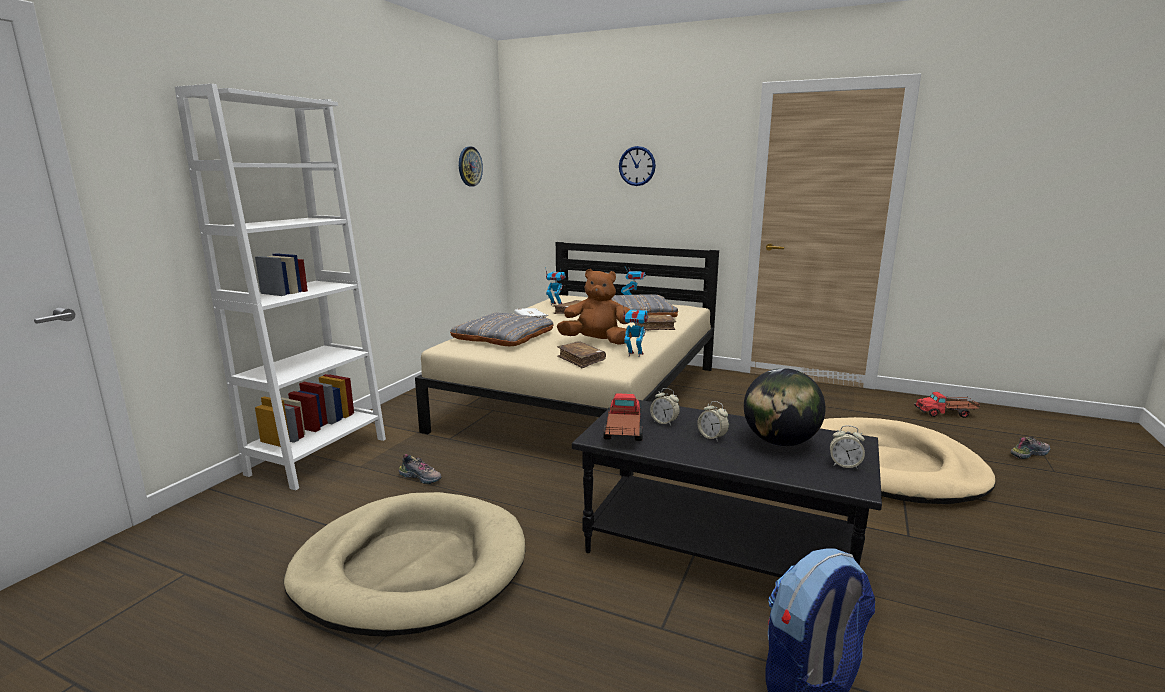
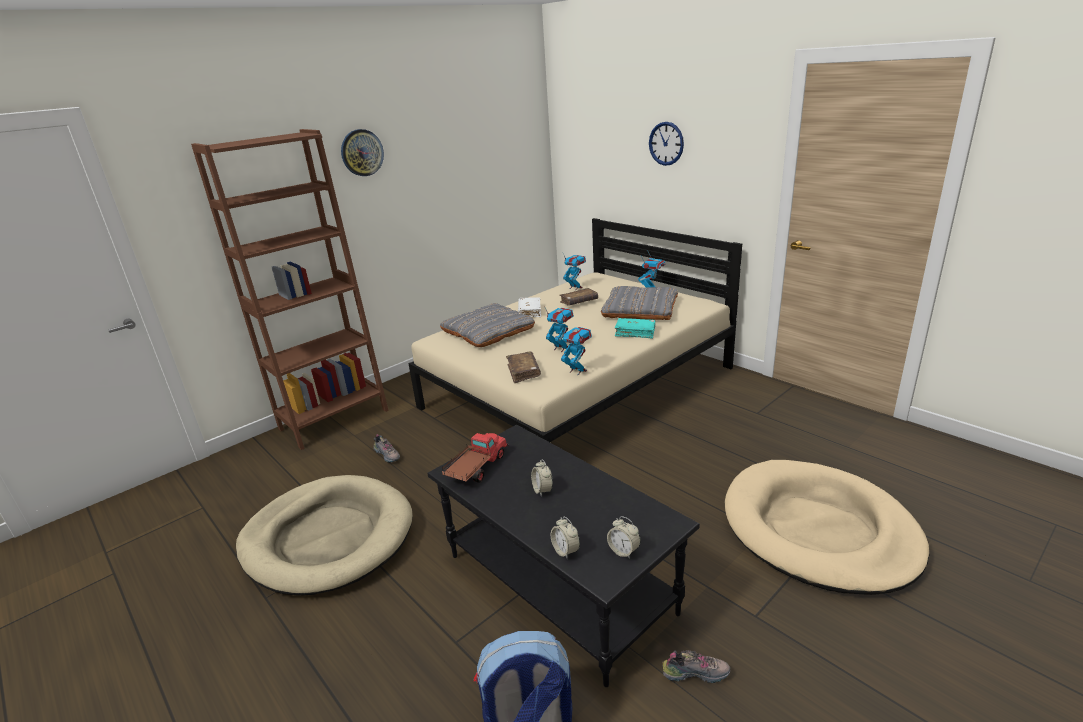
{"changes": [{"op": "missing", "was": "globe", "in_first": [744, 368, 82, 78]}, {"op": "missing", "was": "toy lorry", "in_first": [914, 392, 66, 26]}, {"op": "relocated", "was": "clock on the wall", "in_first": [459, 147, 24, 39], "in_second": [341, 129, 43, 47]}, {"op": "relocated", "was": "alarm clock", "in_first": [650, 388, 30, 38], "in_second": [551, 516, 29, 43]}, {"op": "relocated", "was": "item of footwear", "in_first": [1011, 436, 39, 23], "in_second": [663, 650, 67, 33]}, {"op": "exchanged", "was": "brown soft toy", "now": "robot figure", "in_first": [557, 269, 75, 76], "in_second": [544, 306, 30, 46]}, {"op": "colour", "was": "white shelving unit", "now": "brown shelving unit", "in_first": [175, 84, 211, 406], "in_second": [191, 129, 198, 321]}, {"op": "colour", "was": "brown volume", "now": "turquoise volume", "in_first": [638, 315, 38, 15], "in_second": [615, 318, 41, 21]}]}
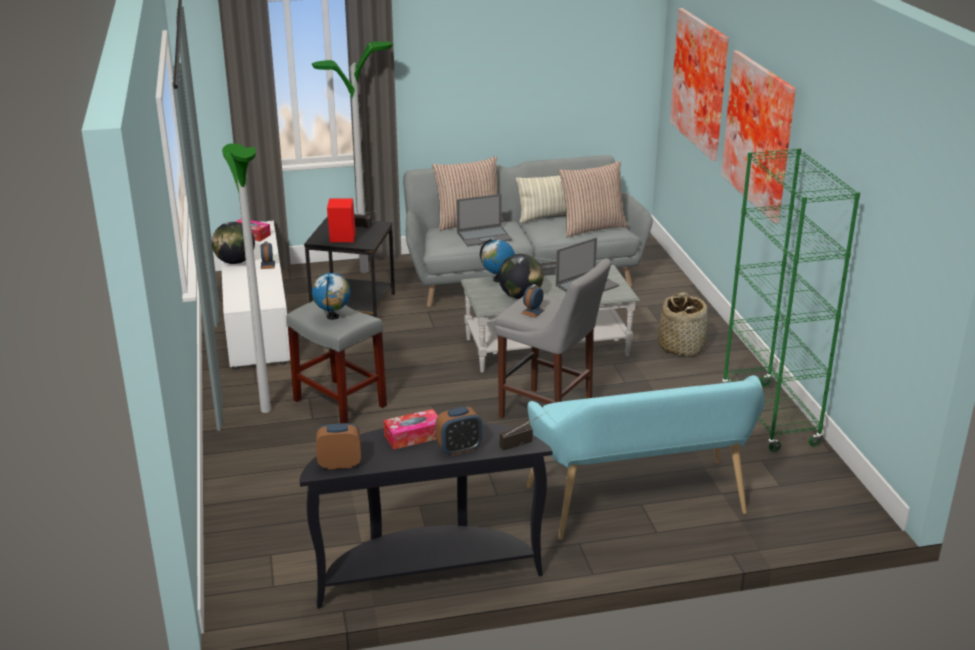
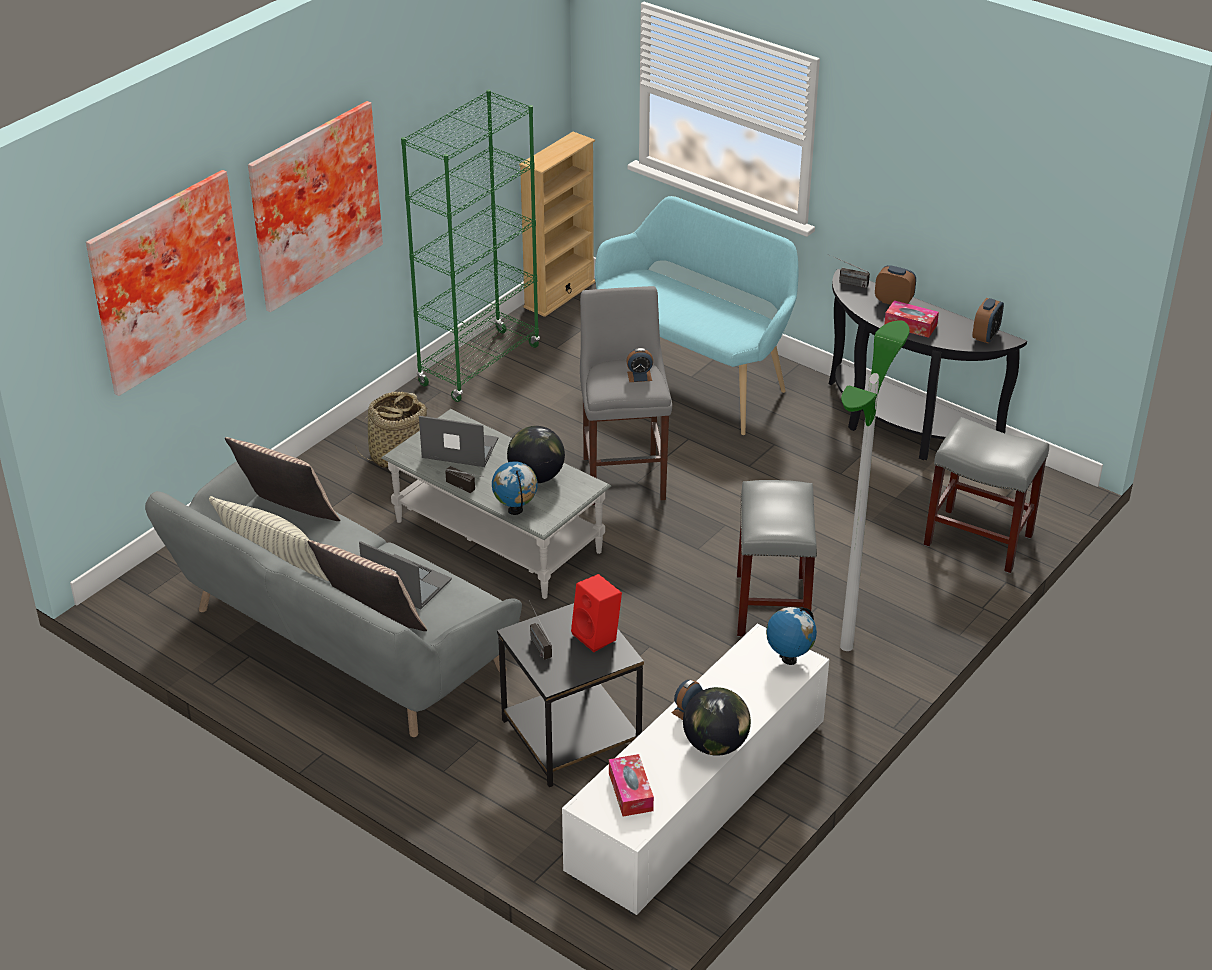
{"changes": [{"op": "missing", "was": "standard lamp", "in_first": [312, 41, 81, 232]}, {"op": "appeared", "now": "beige-coloured shelving unit", "in_second": [519, 132, 76, 185]}, {"op": "appeared", "now": "greyish stool", "in_second": [924, 417, 125, 157]}, {"op": "relocated", "was": "globe", "in_first": [312, 273, 38, 47], "in_second": [766, 607, 51, 58]}, {"op": "spun", "was": "alarm clock", "in_first": [316, 423, 45, 46], "in_second": [972, 298, 32, 45], "clockwise": -105}]}
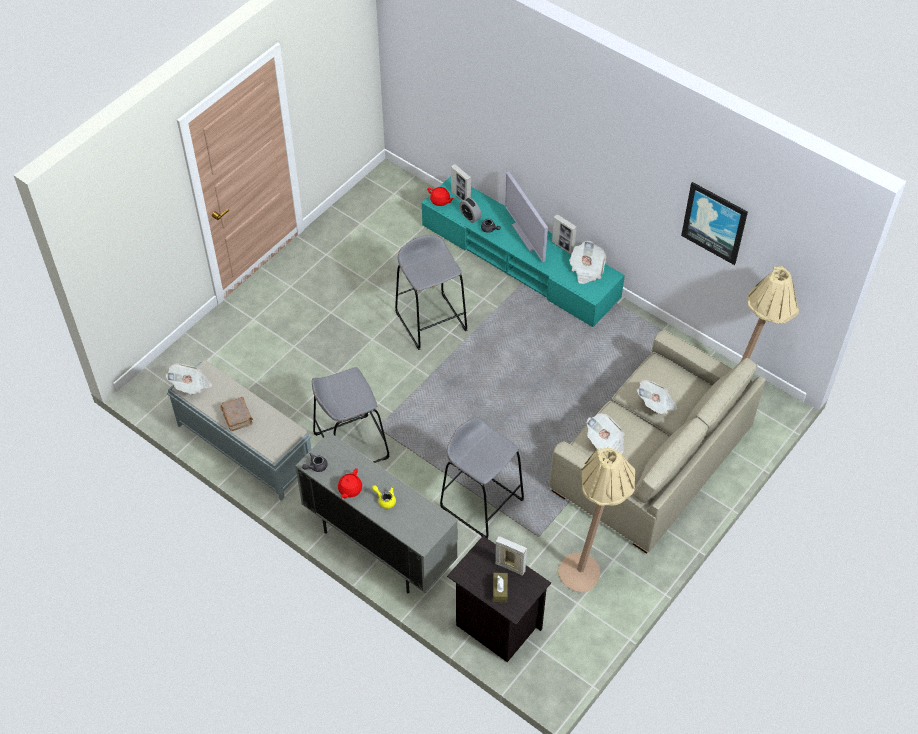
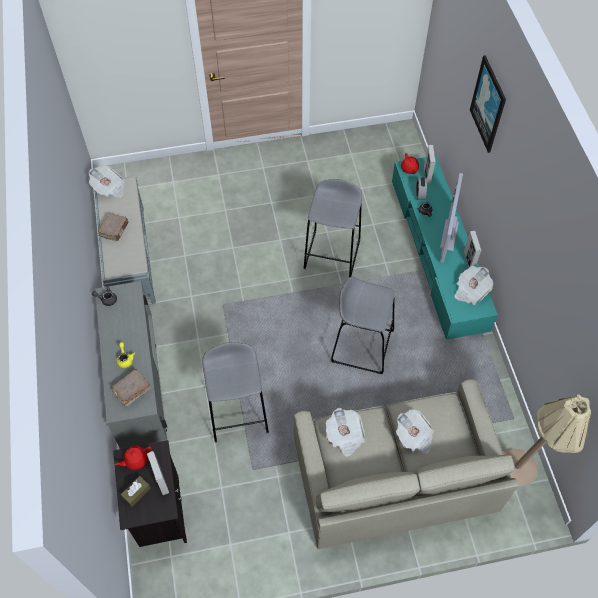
{"changes": [{"op": "missing", "was": "beige-coloured standard lamp", "in_first": [558, 448, 77, 145]}, {"op": "appeared", "now": "brown volume", "in_second": [111, 369, 40, 38]}, {"op": "relocated", "was": "greyish stool", "in_first": [312, 367, 78, 96], "in_second": [331, 276, 64, 98]}, {"op": "relocated", "was": "red-coloured teapot", "in_first": [338, 468, 24, 31], "in_second": [115, 446, 37, 24]}, {"op": "relocated", "was": "wall picture", "in_first": [681, 182, 67, 83], "in_second": [470, 55, 36, 98]}]}
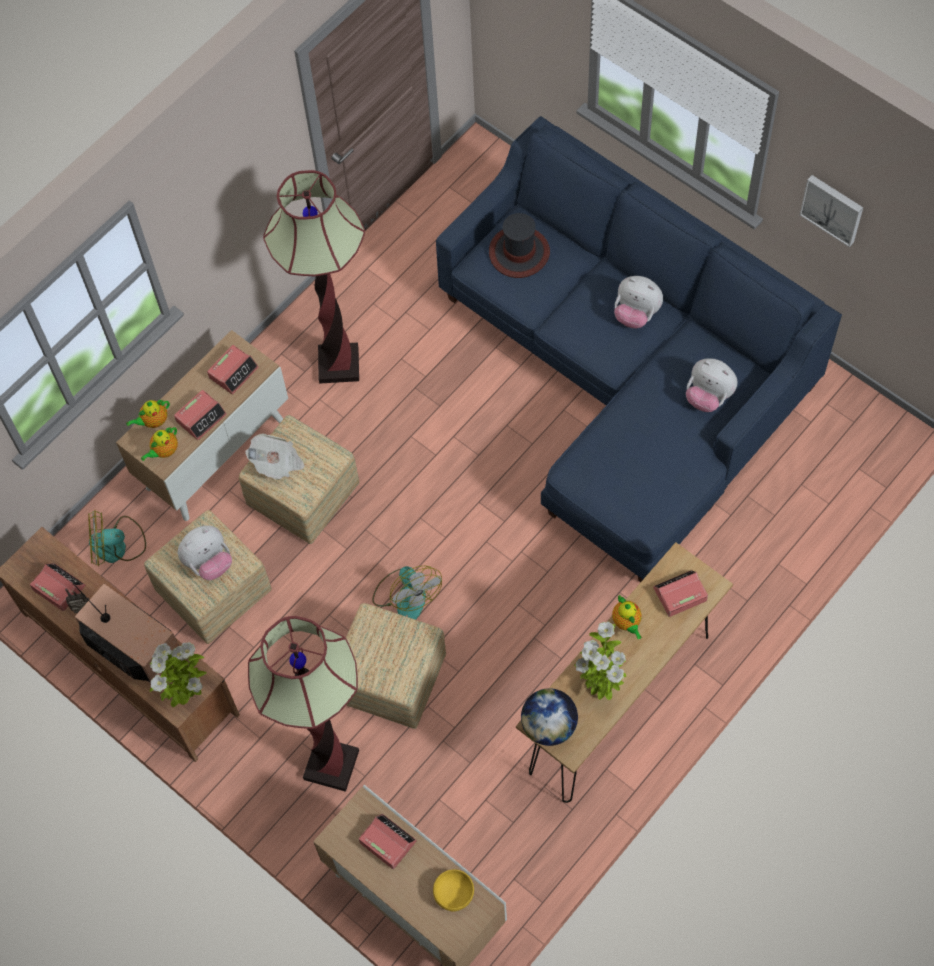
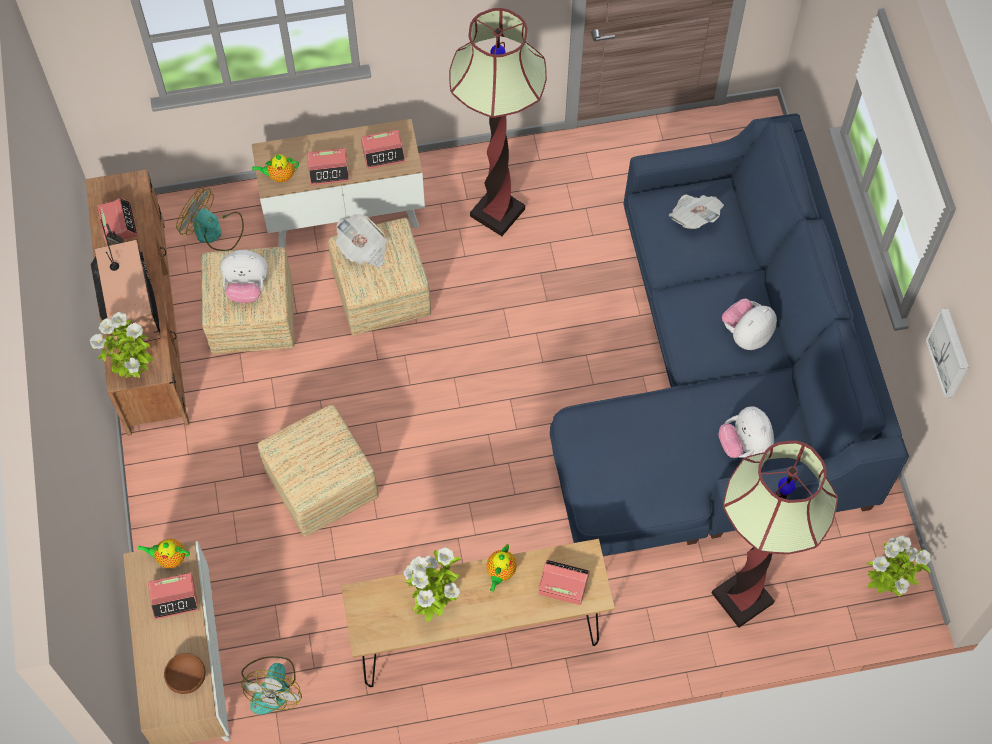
{"changes": [{"op": "missing", "was": "globe", "in_first": [521, 688, 57, 58]}, {"op": "appeared", "now": "houseplant", "in_second": [867, 536, 65, 60]}, {"op": "relocated", "was": "teapot", "in_first": [126, 399, 44, 29], "in_second": [137, 539, 53, 29]}, {"op": "relocated", "was": "standard lamp", "in_first": [248, 616, 111, 176], "in_second": [712, 441, 126, 187]}, {"op": "relocated", "was": "cooling fan", "in_first": [372, 566, 70, 54], "in_second": [241, 656, 61, 59]}, {"op": "exchanged", "was": "wearable hat", "now": "daily paper", "in_first": [489, 213, 61, 65], "in_second": [669, 195, 55, 34]}, {"op": "colour", "was": "yellow-coloured serving bowl", "now": "brown serving bowl", "in_first": [433, 869, 41, 43], "in_second": [164, 653, 42, 41]}, {"op": "spun", "was": "alarm clock", "in_first": [359, 814, 58, 55], "in_second": [148, 573, 51, 46], "clockwise": 90}, {"op": "spun", "was": "soft toy", "in_first": [614, 276, 49, 52], "in_second": [722, 299, 55, 51], "clockwise": 75}]}
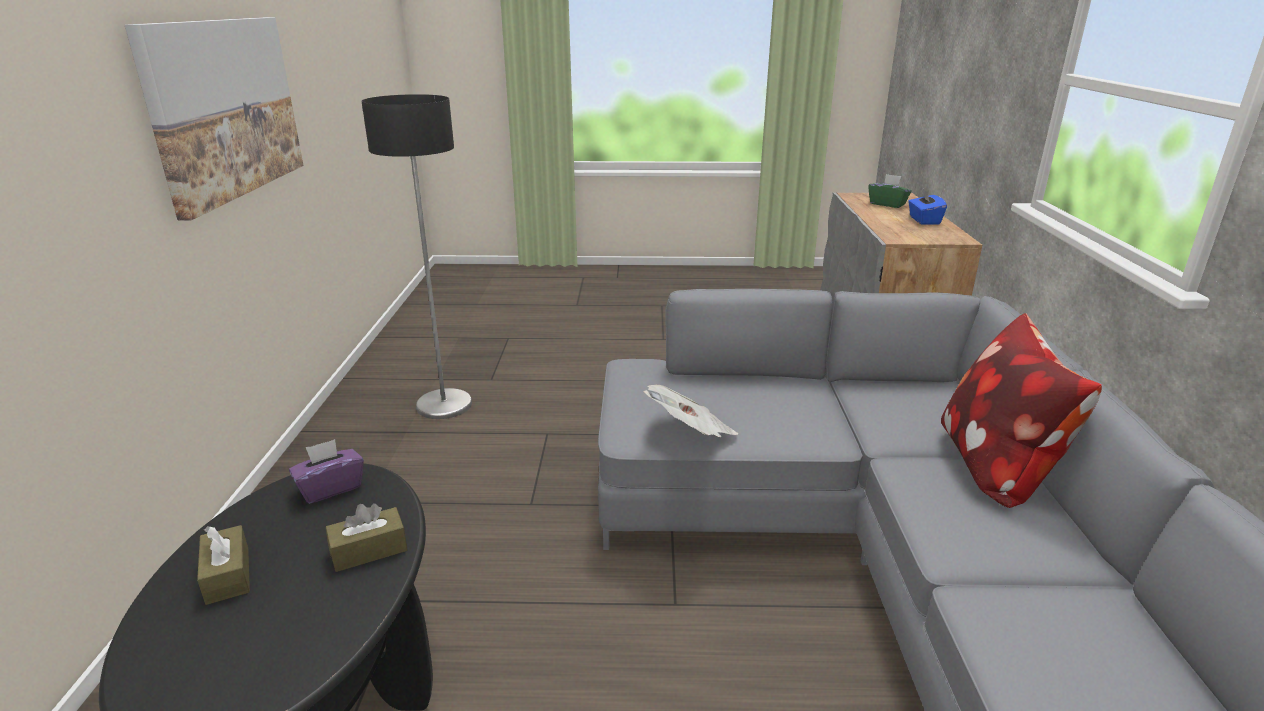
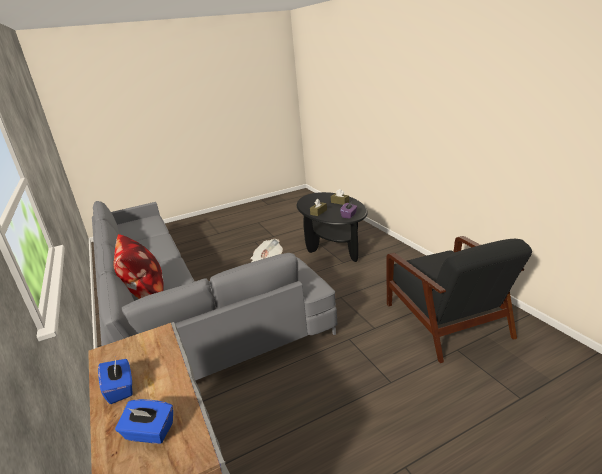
{"changes": [{"op": "missing", "was": "wall picture", "in_first": [125, 17, 179, 203]}, {"op": "exchanged", "was": "standard lamp", "now": "black-coloured armchair", "in_first": [361, 94, 111, 325], "in_second": [386, 236, 146, 127]}, {"op": "colour", "was": "green-coloured box of tissues", "now": "blue-coloured box of tissues", "in_first": [868, 174, 43, 34], "in_second": [115, 399, 58, 45]}]}
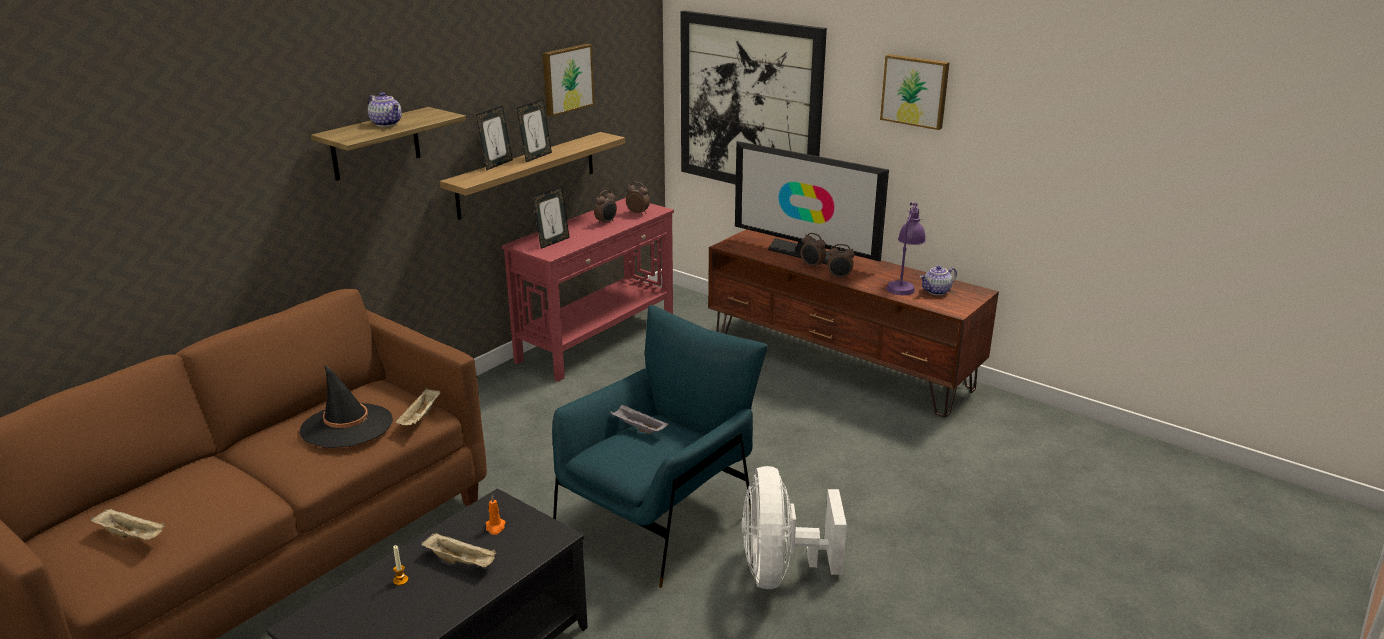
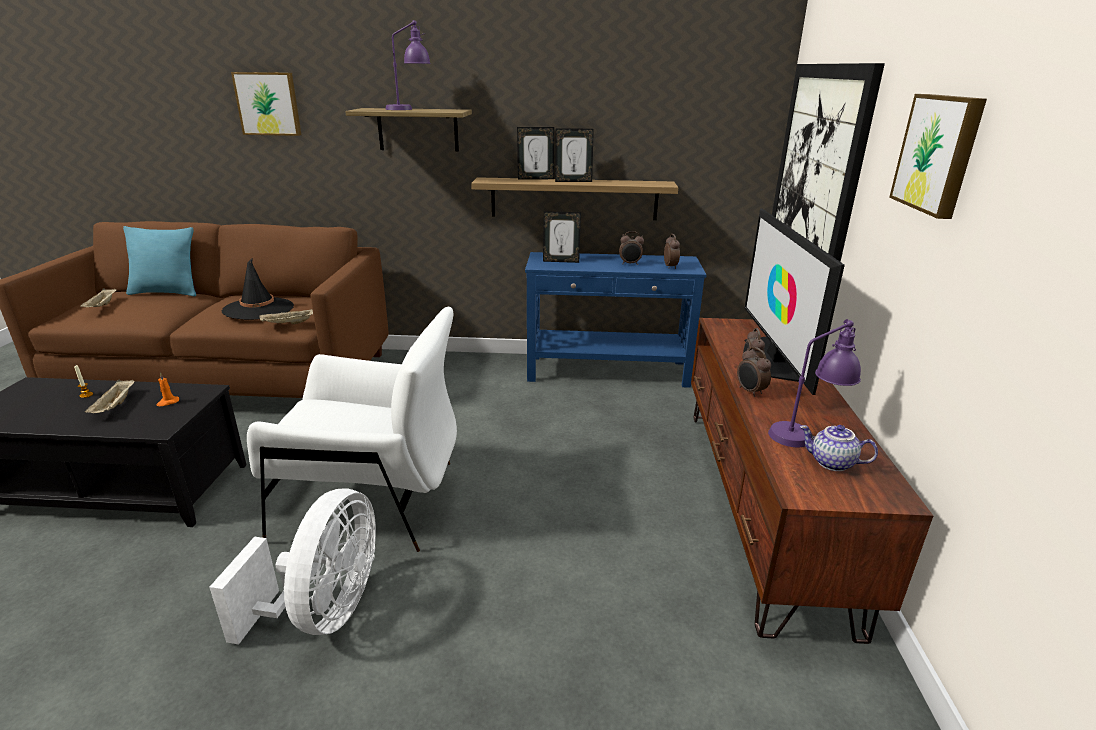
{"changes": [{"op": "missing", "was": "greyish tray", "in_first": [609, 405, 60, 28]}, {"op": "appeared", "now": "turquoise pillow", "in_second": [123, 226, 73, 70]}, {"op": "relocated", "was": "wall picture", "in_first": [543, 44, 51, 72], "in_second": [231, 72, 71, 64]}, {"op": "exchanged", "was": "teapot", "now": "purplish lamp for a table", "in_first": [368, 92, 34, 35], "in_second": [386, 20, 45, 90]}, {"op": "colour", "was": "red-coloured hall table", "now": "blue-coloured hall table", "in_first": [502, 198, 172, 184], "in_second": [525, 252, 182, 136]}, {"op": "colour", "was": "blue-coloured armchair", "now": "white armchair", "in_first": [552, 305, 216, 283], "in_second": [247, 307, 210, 245]}, {"op": "spun", "was": "white cooling fan", "in_first": [742, 466, 105, 123], "in_second": [209, 489, 167, 156], "clockwise": 135}]}
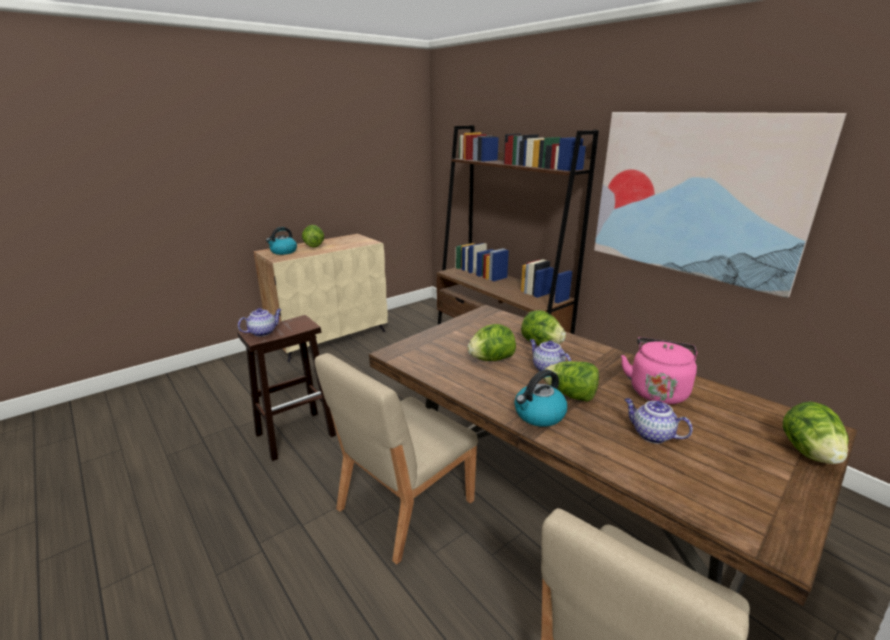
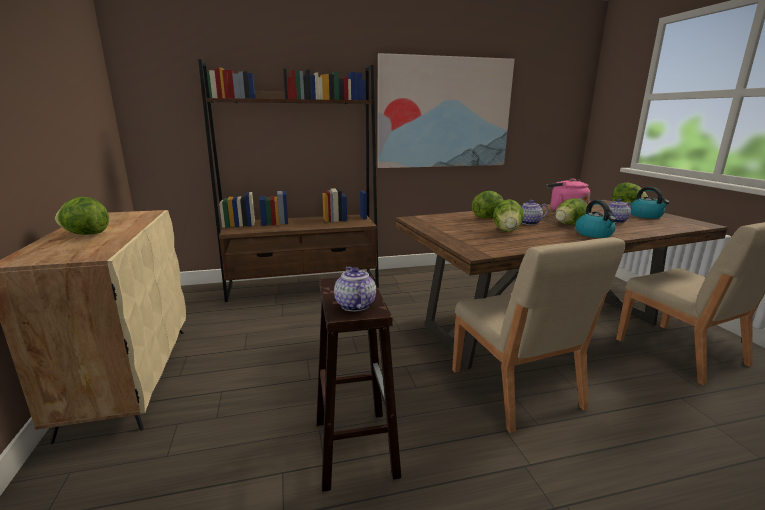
{"changes": [{"op": "relocated", "was": "kettle", "in_first": [266, 227, 31, 28], "in_second": [631, 187, 39, 32]}]}
